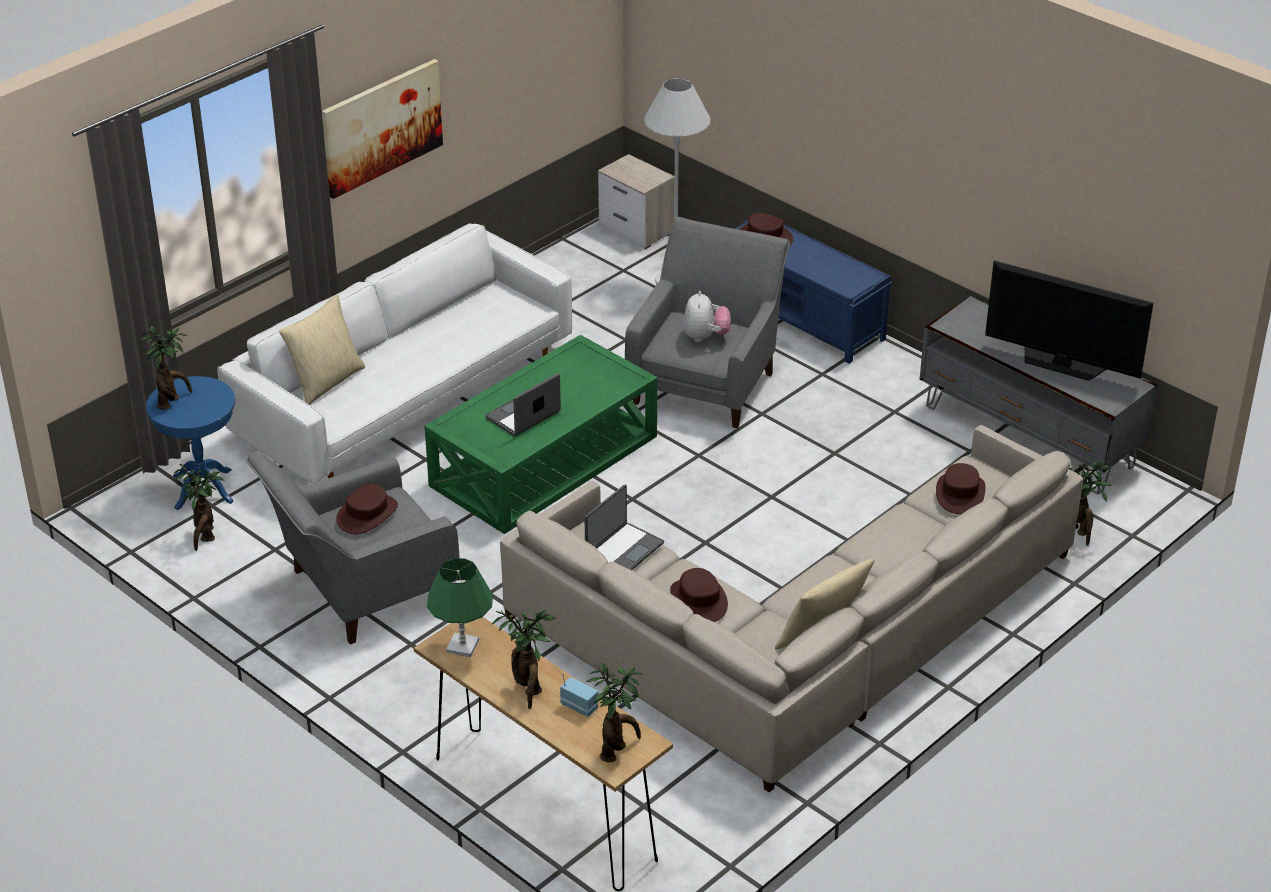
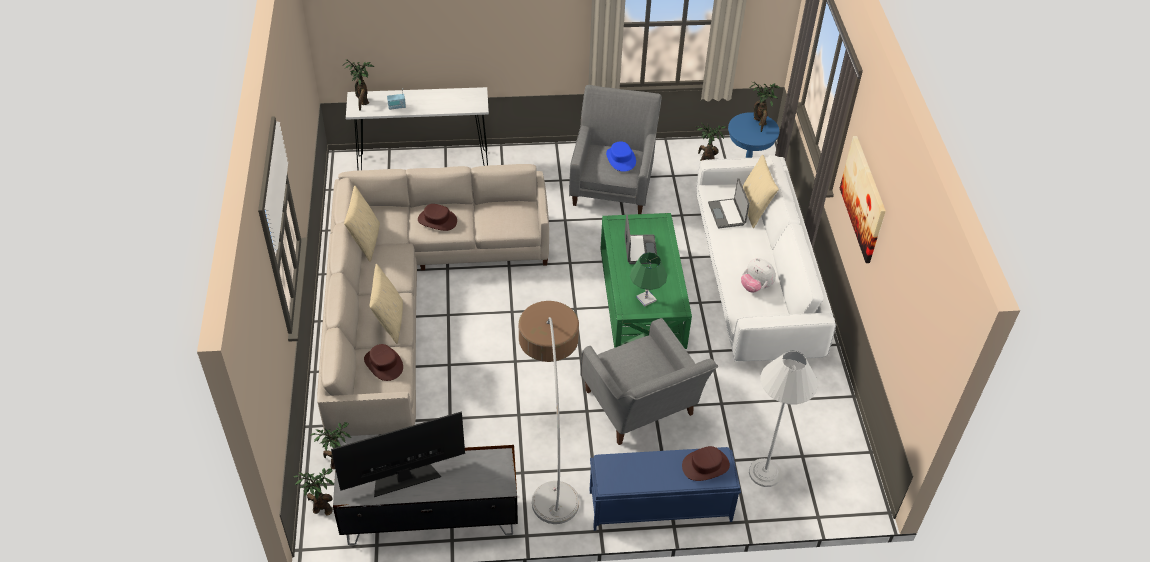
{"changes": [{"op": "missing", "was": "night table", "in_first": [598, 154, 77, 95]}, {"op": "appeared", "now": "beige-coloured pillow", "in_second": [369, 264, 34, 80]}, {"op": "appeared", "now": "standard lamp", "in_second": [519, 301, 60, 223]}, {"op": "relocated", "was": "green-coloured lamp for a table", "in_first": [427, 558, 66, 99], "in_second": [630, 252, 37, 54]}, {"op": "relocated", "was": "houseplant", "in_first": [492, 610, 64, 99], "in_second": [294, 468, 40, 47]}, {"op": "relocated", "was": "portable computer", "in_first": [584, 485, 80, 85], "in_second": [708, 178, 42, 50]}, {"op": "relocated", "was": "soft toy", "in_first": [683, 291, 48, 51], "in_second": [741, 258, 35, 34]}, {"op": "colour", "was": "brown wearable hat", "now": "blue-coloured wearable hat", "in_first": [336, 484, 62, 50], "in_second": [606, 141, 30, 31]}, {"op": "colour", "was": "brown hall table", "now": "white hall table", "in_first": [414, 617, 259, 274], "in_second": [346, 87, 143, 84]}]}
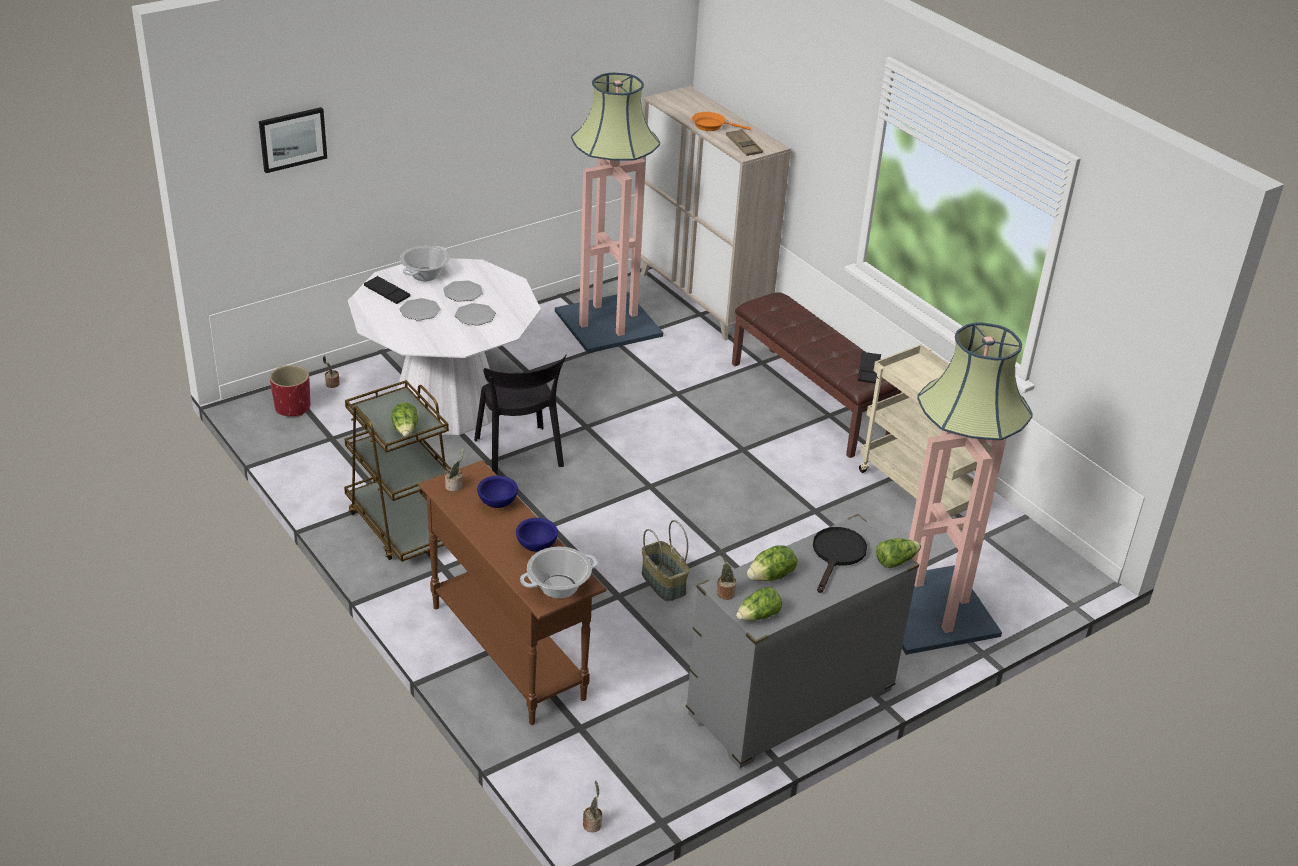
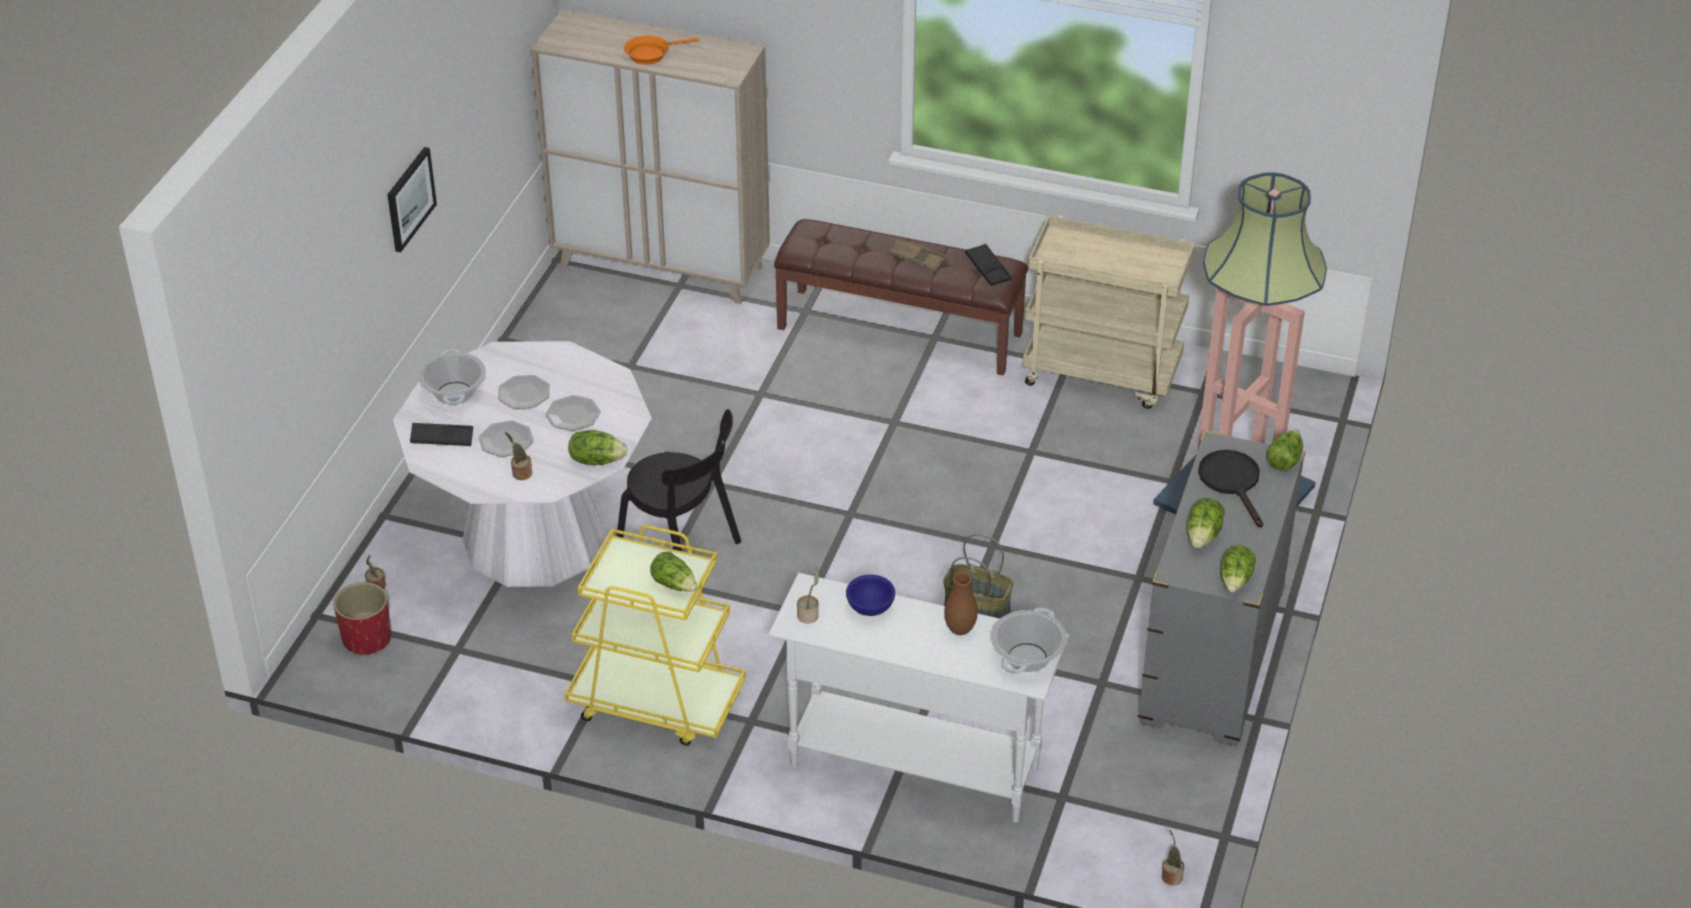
{"changes": [{"op": "missing", "was": "standard lamp", "in_first": [555, 72, 108, 281]}, {"op": "appeared", "now": "lettuce head", "in_second": [568, 430, 59, 35]}, {"op": "relocated", "was": "wall picture", "in_first": [259, 107, 68, 66], "in_second": [387, 147, 50, 105]}, {"op": "relocated", "was": "houseplant", "in_first": [717, 549, 20, 51], "in_second": [505, 432, 27, 48]}, {"op": "relocated", "was": "brown tray", "in_first": [726, 129, 37, 27], "in_second": [888, 238, 59, 33]}, {"op": "exchanged", "was": "blue-coloured serving bowl", "now": "brown flower vase", "in_first": [516, 518, 42, 34], "in_second": [944, 572, 34, 63]}, {"op": "colour", "was": "brown trolley", "now": "yellow-coloured trolley", "in_first": [344, 380, 107, 182], "in_second": [565, 525, 181, 221]}, {"op": "colour", "was": "brown hall table", "now": "white hall table", "in_first": [418, 460, 188, 265], "in_second": [768, 573, 301, 250]}]}
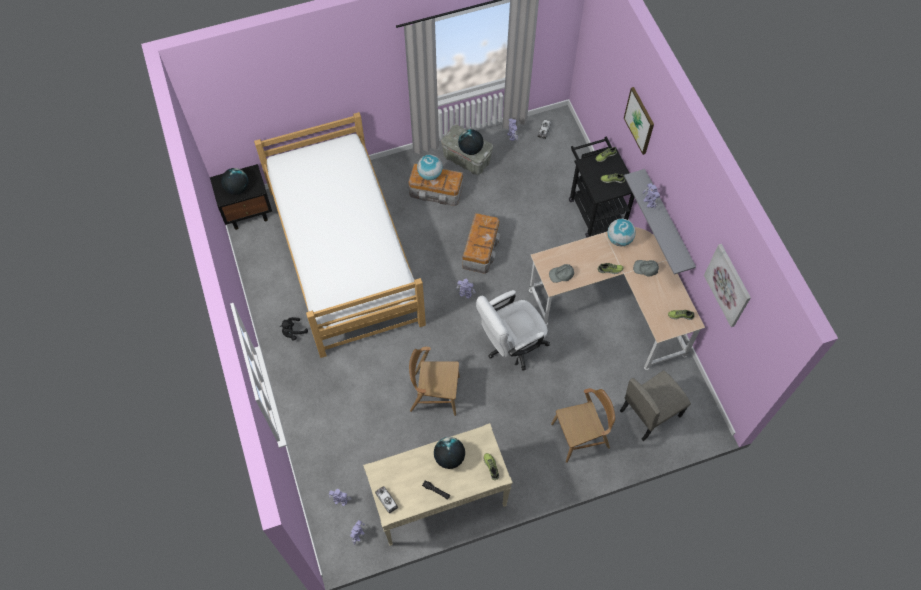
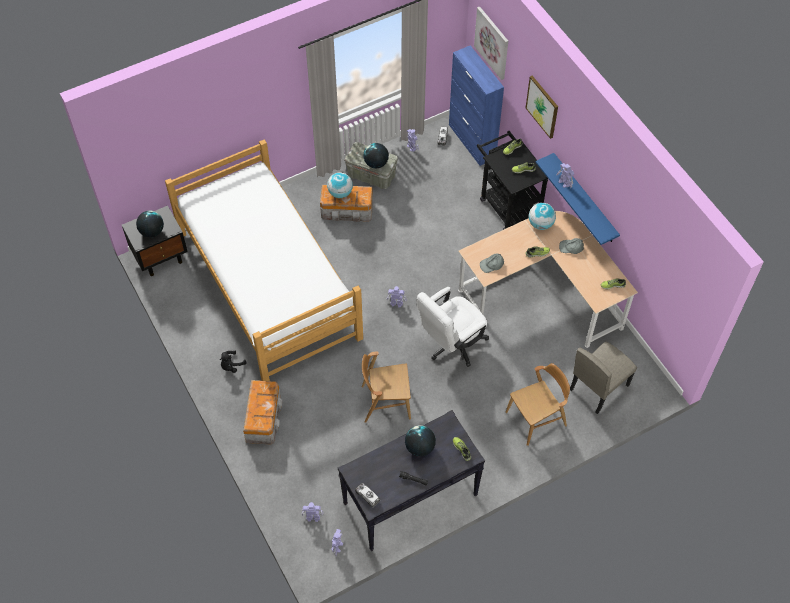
{"changes": [{"op": "appeared", "now": "blue-coloured cupboard", "in_second": [449, 45, 55, 121]}, {"op": "relocated", "was": "storage container", "in_first": [462, 213, 39, 61], "in_second": [243, 380, 40, 65]}, {"op": "relocated", "was": "wall picture", "in_first": [704, 244, 47, 83], "in_second": [474, 6, 34, 74]}, {"op": "colour", "was": "beige-coloured hall table", "now": "black-coloured hall table", "in_first": [363, 423, 150, 123], "in_second": [338, 410, 147, 141]}, {"op": "colour", "was": "greyish wall shelf", "now": "blue-coloured wall shelf", "in_first": [624, 169, 72, 106], "in_second": [536, 153, 84, 92]}]}
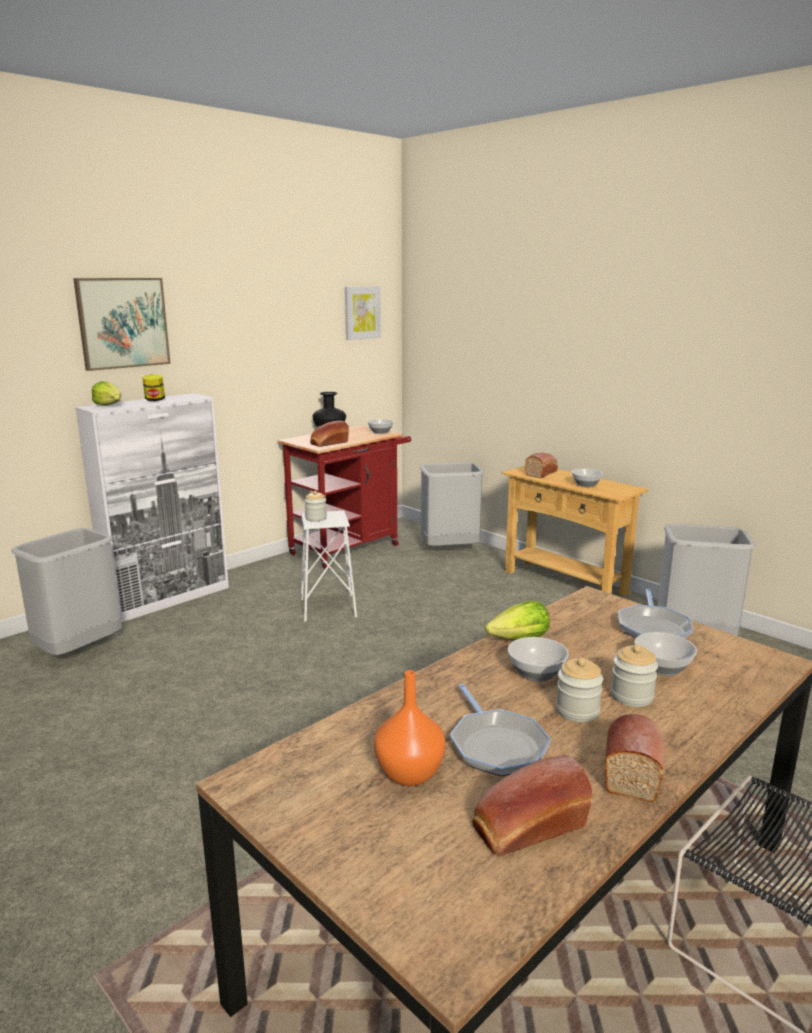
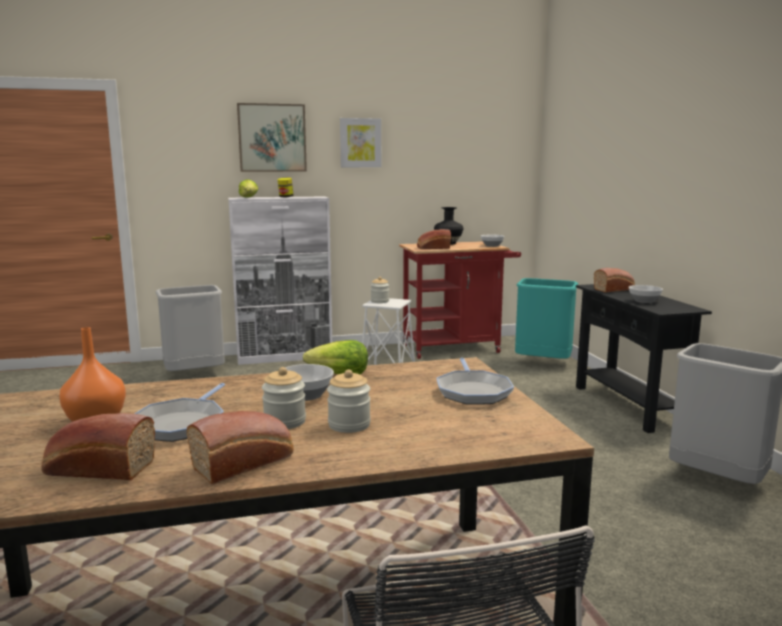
{"changes": [{"op": "missing", "was": "serving bowl", "in_first": [634, 632, 63, 44]}, {"op": "relocated", "was": "wall picture", "in_first": [345, 286, 36, 54], "in_second": [340, 118, 41, 49]}, {"op": "colour", "was": "greyish waste bin", "now": "turquoise waste bin", "in_first": [420, 462, 64, 84], "in_second": [515, 278, 63, 81]}, {"op": "colour", "was": "beige-coloured hall table", "now": "black-coloured hall table", "in_first": [502, 466, 147, 131], "in_second": [576, 284, 136, 149]}, {"op": "spun", "was": "pan", "in_first": [618, 589, 75, 50], "in_second": [436, 358, 78, 47], "clockwise": -45}]}
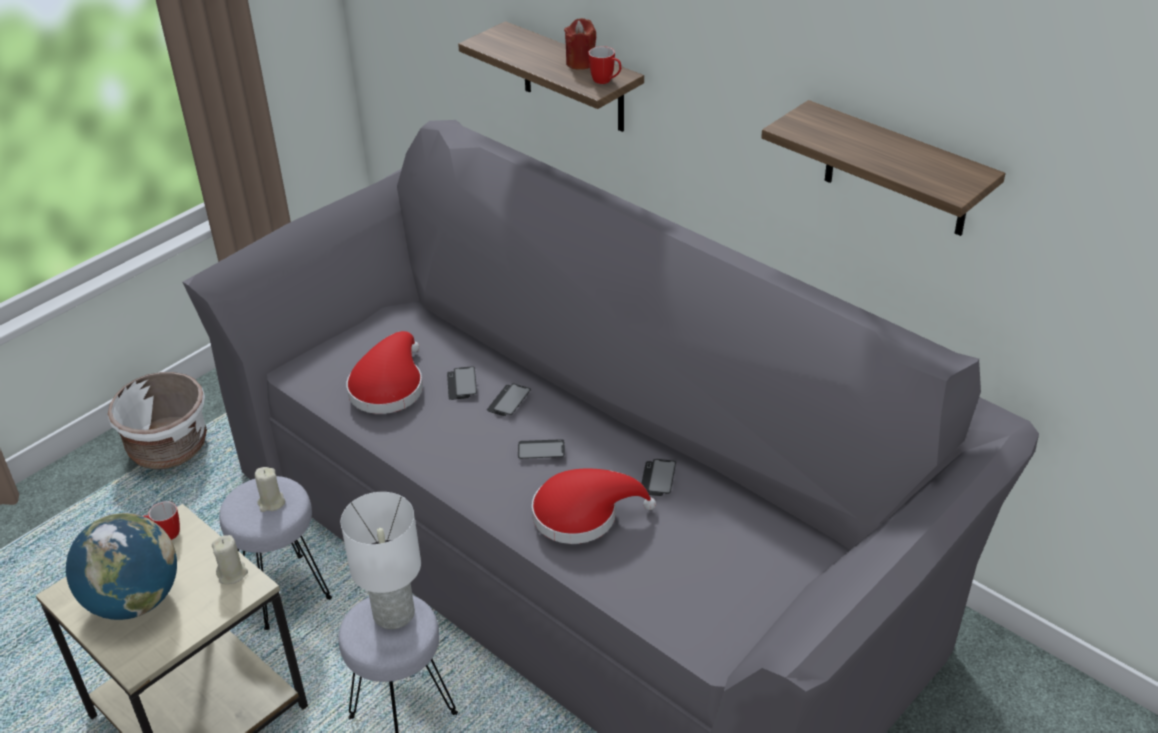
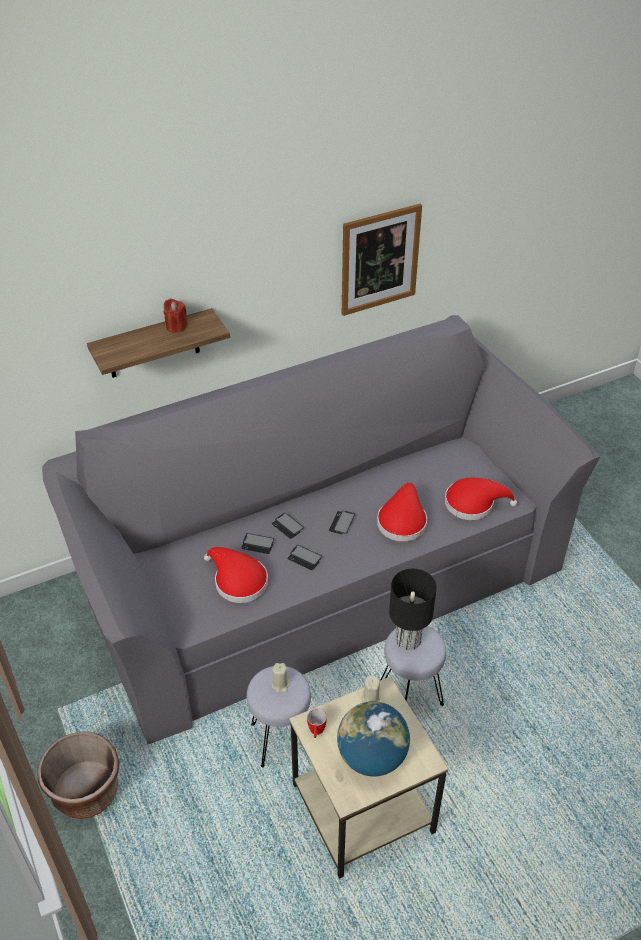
{"changes": [{"op": "missing", "was": "tea mug", "in_first": [589, 46, 33, 38]}, {"op": "appeared", "now": "red-coloured wearable hat", "in_second": [445, 478, 72, 42]}, {"op": "relocated", "was": "handset", "in_first": [641, 459, 35, 37], "in_second": [288, 545, 34, 25]}, {"op": "exchanged", "was": "wall shelf", "now": "wall picture", "in_first": [761, 100, 244, 136], "in_second": [342, 204, 80, 112]}, {"op": "colour", "was": "white plant pot", "now": "brown plant pot", "in_first": [108, 372, 99, 97], "in_second": [37, 732, 82, 87]}, {"op": "colour", "was": "white lamp for a table", "now": "black-coloured lamp for a table", "in_first": [341, 492, 80, 137], "in_second": [389, 569, 48, 81]}]}
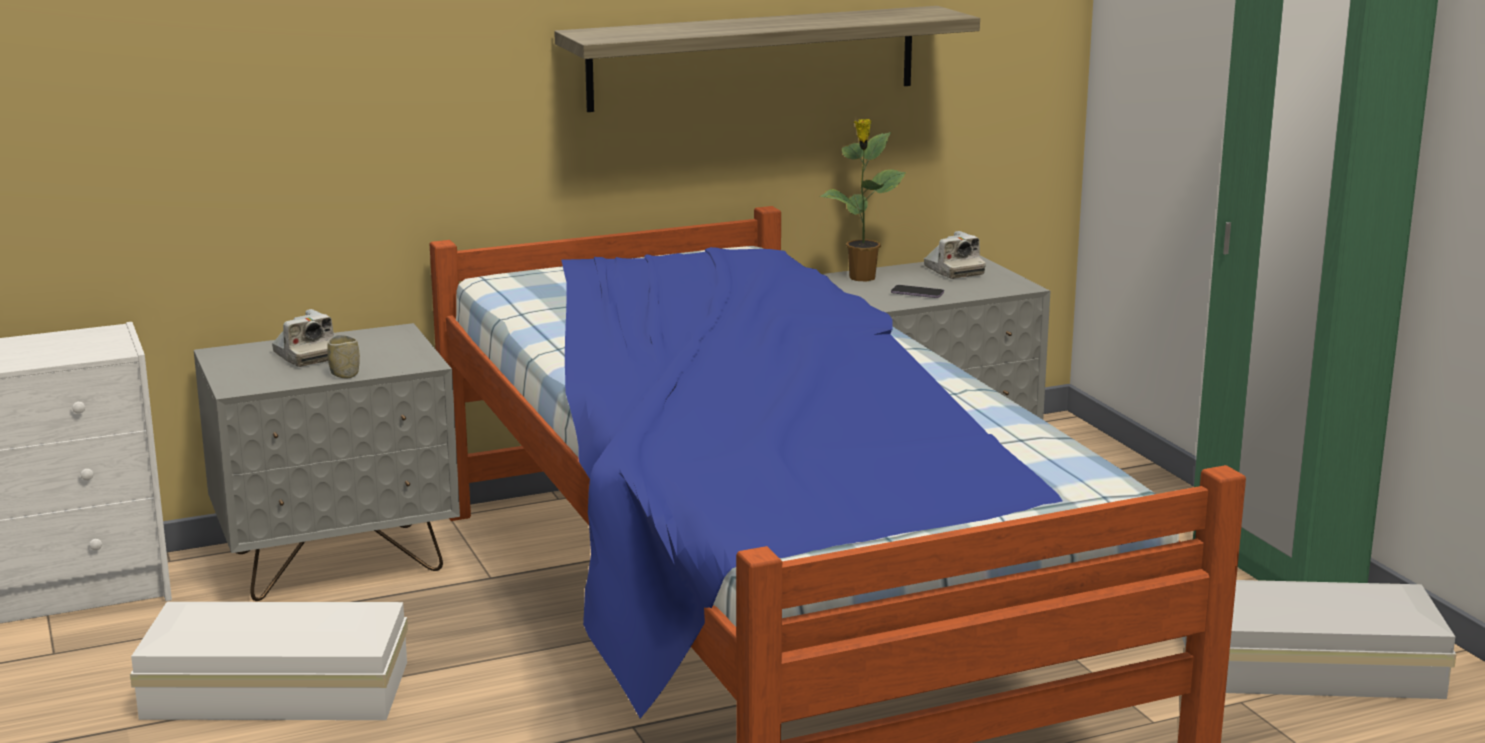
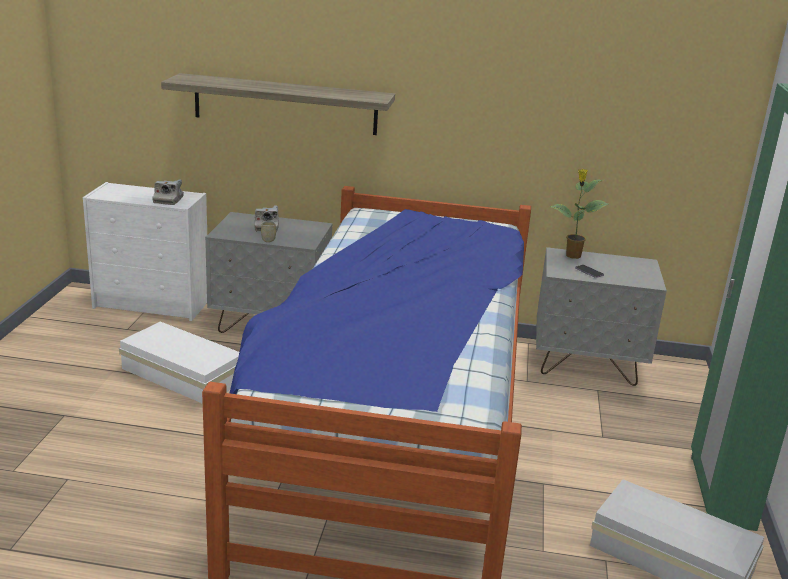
{"changes": [{"op": "relocated", "was": "wall shelf", "in_first": [554, 6, 426, 106], "in_second": [161, 73, 234, 62]}, {"op": "relocated", "was": "photo camera", "in_first": [924, 231, 62, 48], "in_second": [152, 179, 32, 26]}]}
